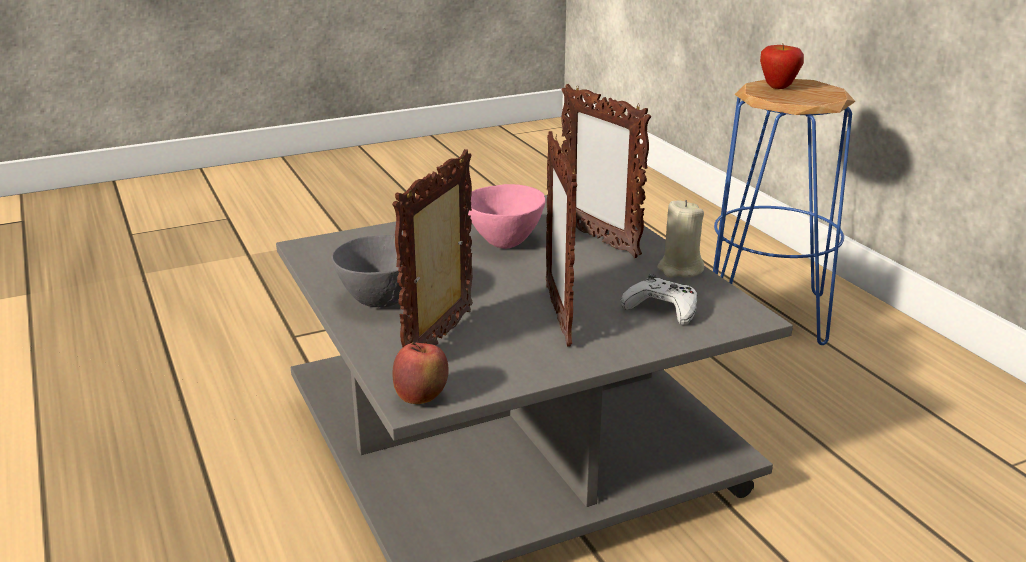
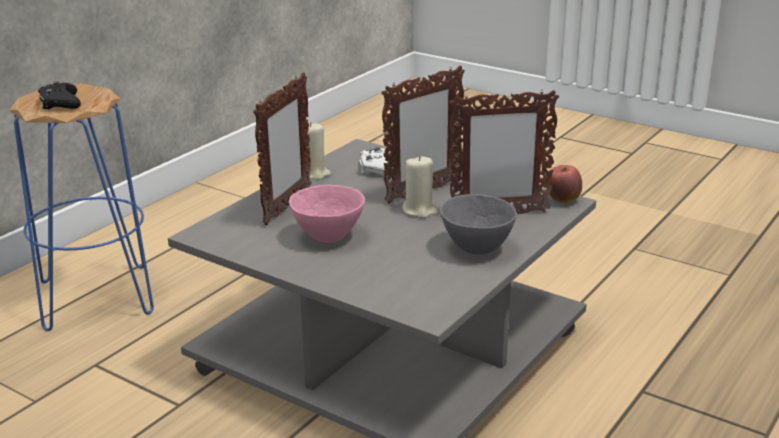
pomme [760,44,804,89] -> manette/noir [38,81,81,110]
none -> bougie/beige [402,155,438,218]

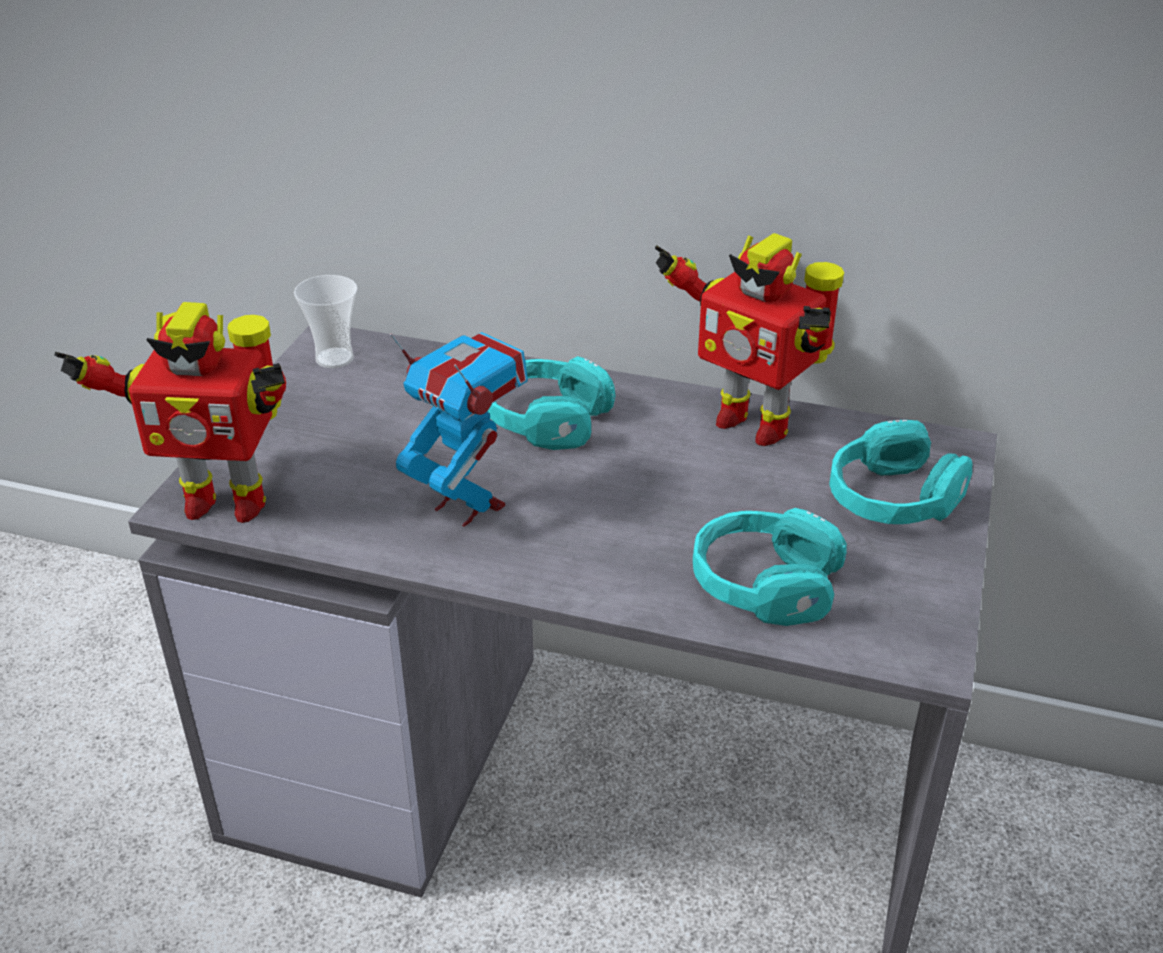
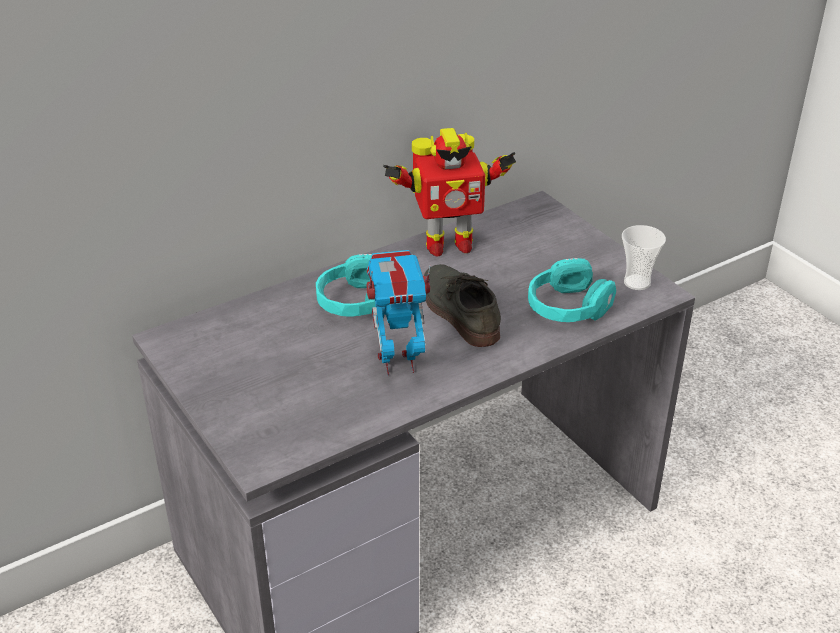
robot jouet [54,302,286,523] -> none
tasse [294,275,358,368] -> tasse [622,225,666,290], moved
casque audio/turquoise [829,420,972,524] -> none
none -> chaussure/gris [424,264,501,347]

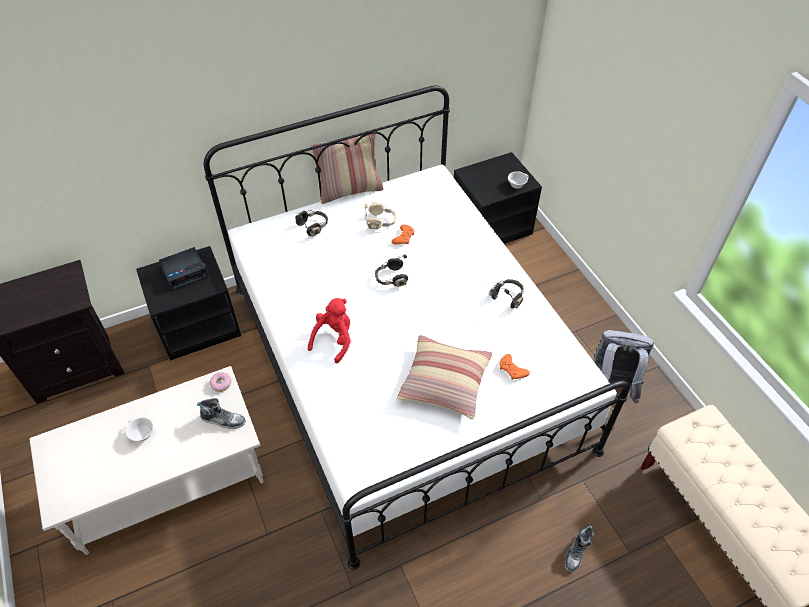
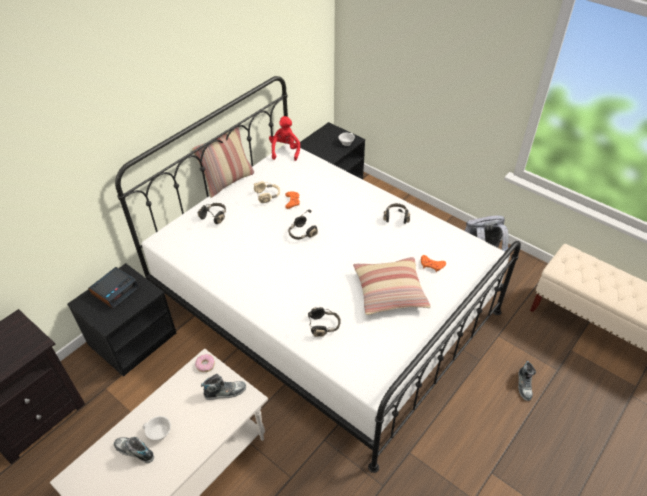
peluche/rouge [308,298,351,363] -> peluche/rouge [269,116,300,161], moved
none -> chaussure [114,437,154,463]
none -> casque audio/noir [308,307,341,337]

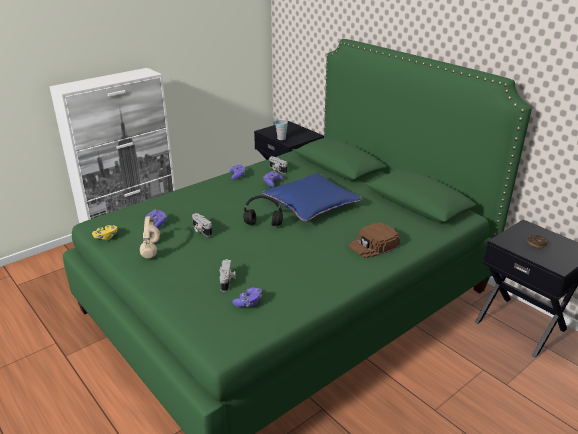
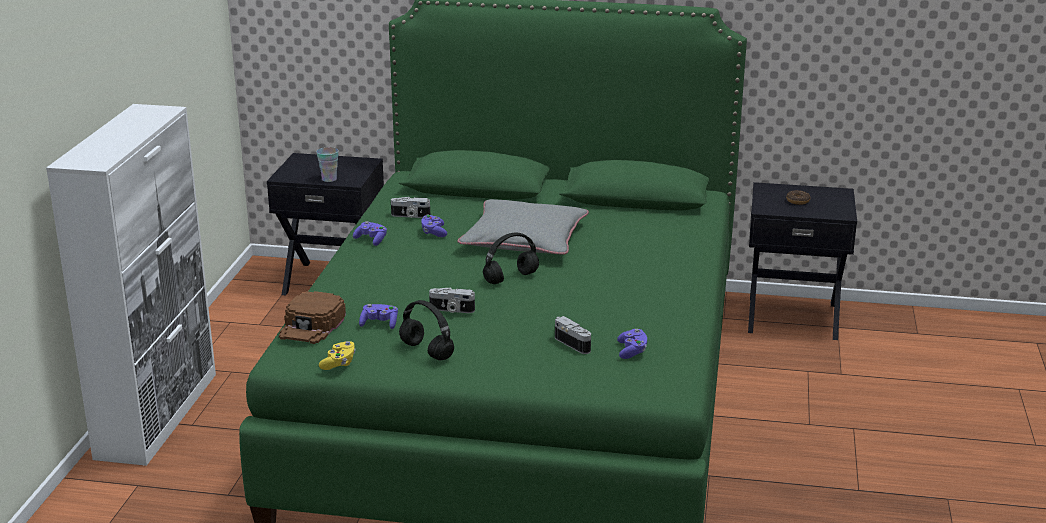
casque audio/beige [140,216,160,258] -> casque audio/noir [399,300,454,361]
coussin/bleu [262,173,362,221] -> coussin/gris [458,199,589,255]
casquette/marron [348,223,400,258] -> casquette/marron [279,291,346,344], moved

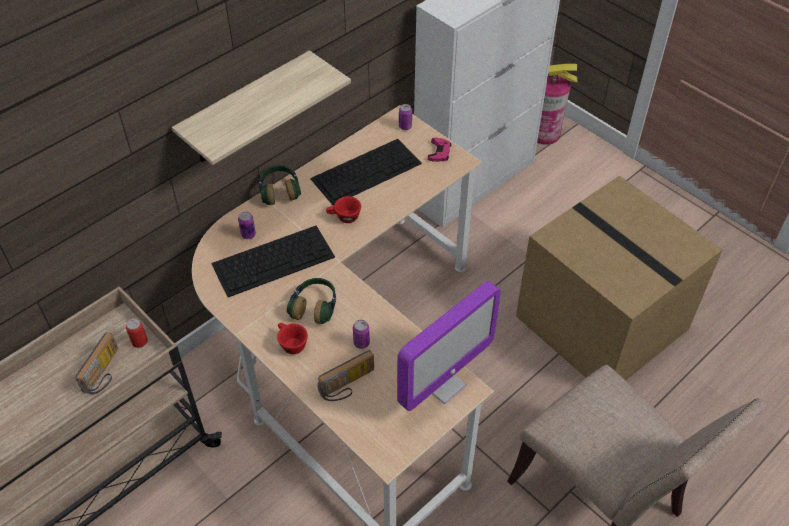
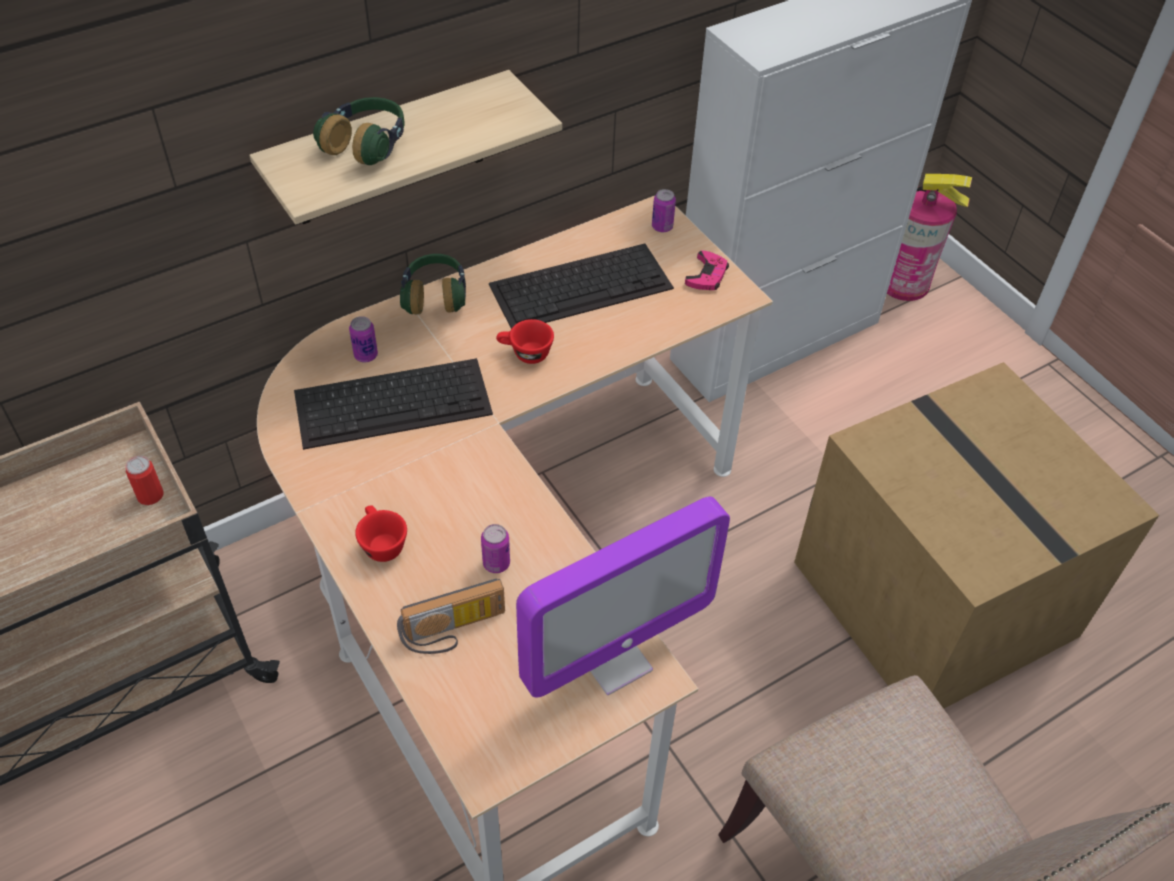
radio [75,332,118,394] -> none
casque audio [287,278,336,324] -> casque audio [313,97,405,165], moved

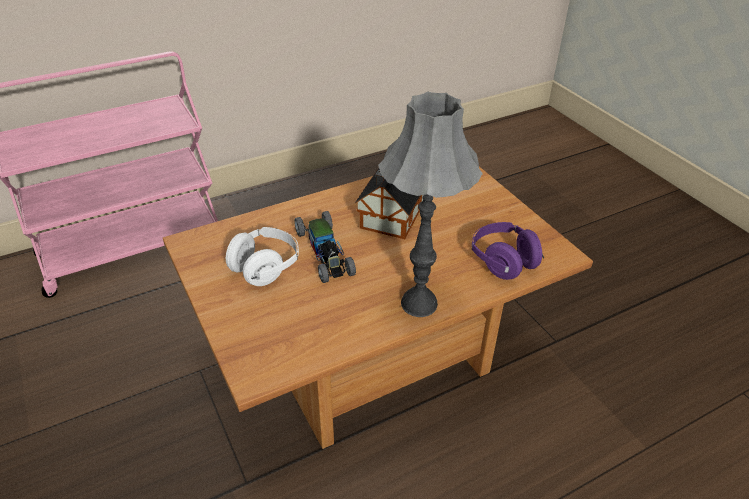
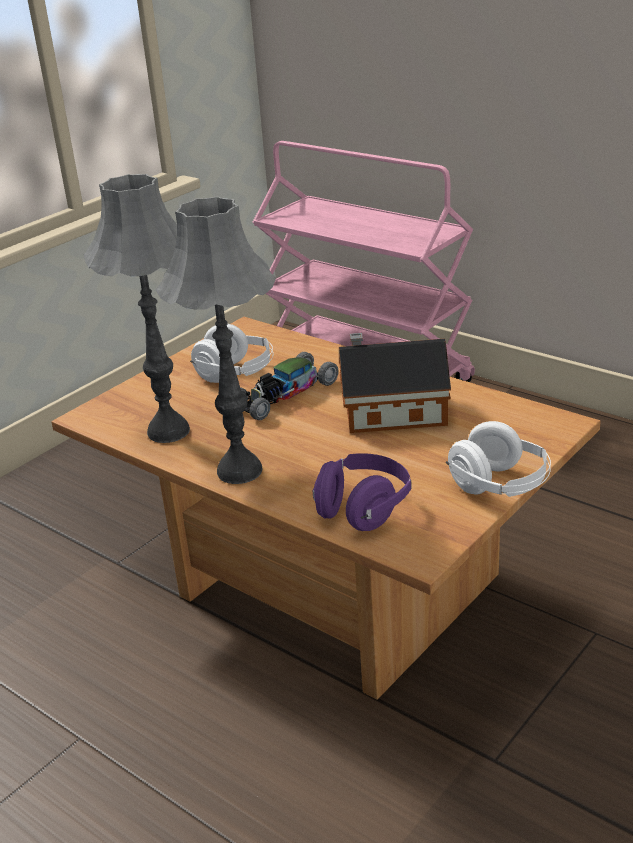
none -> lampe de table/gris [84,174,190,443]
none -> casque audio/blanc [446,421,551,497]

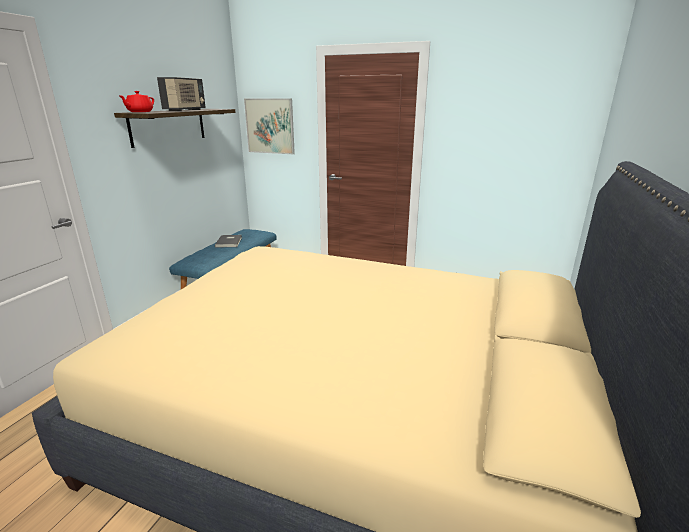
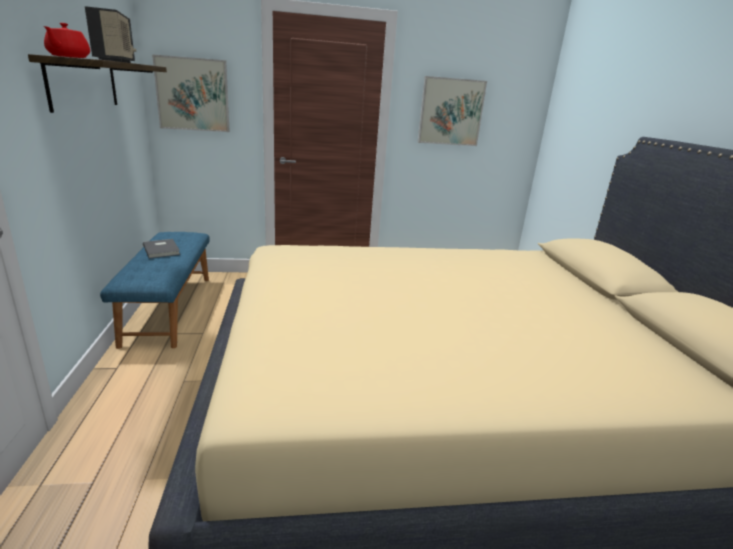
none -> tableau [418,76,487,146]

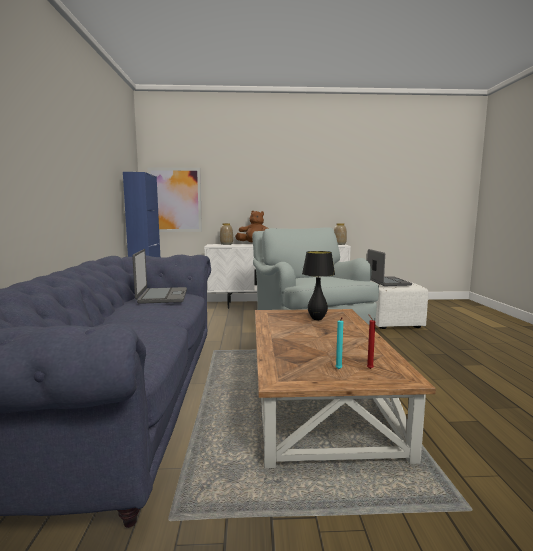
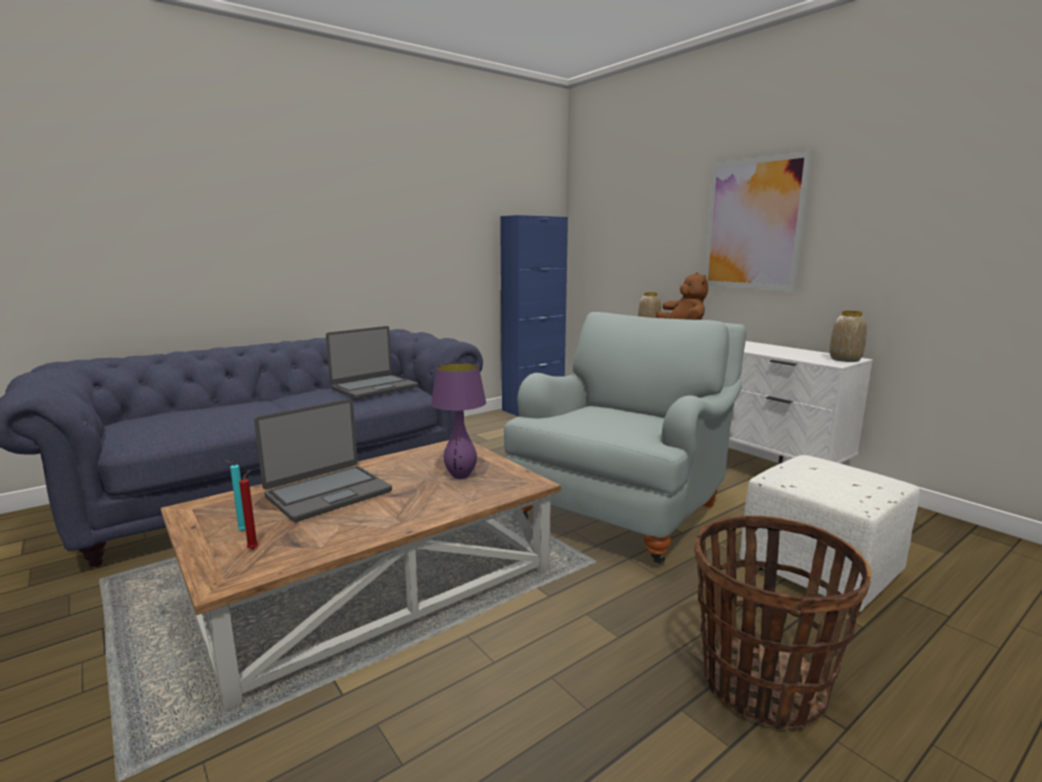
tableau [147,168,202,232] -> tableau [704,150,813,292], moved
lampe de table/noir [302,251,335,320] -> lampe de table/violet [431,363,486,479]
ordinateur portable [367,249,412,286] -> ordinateur portable [254,399,392,522], moved
none -> panier [694,515,872,730]

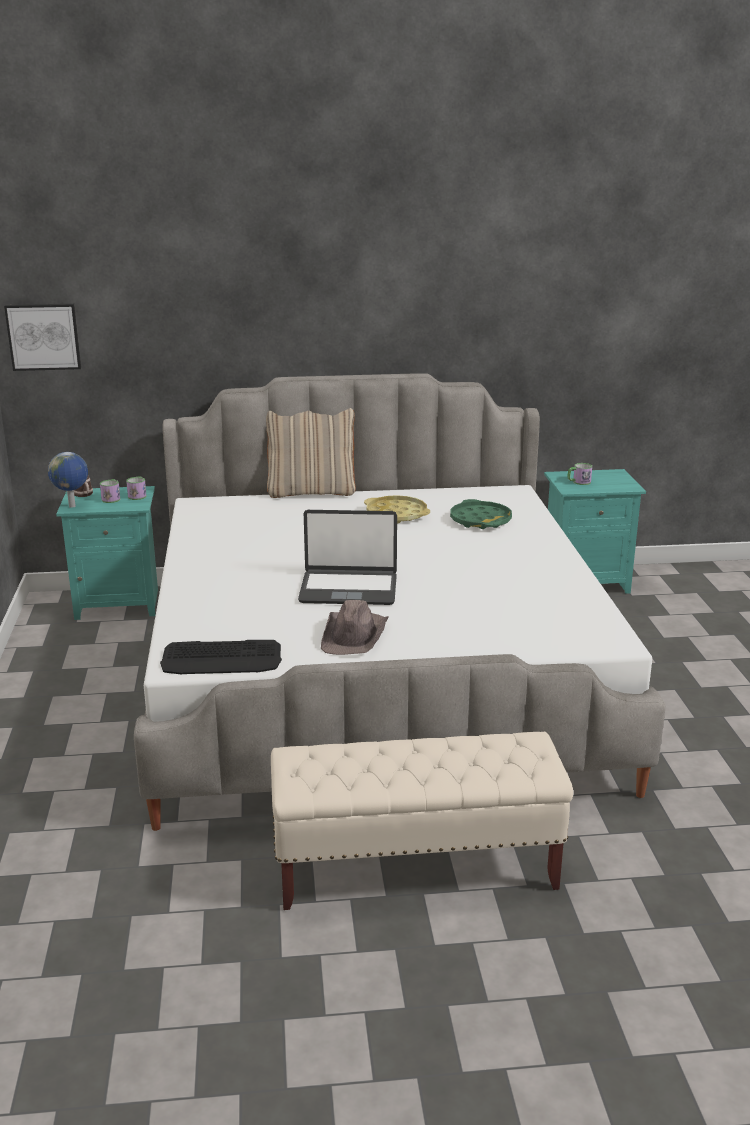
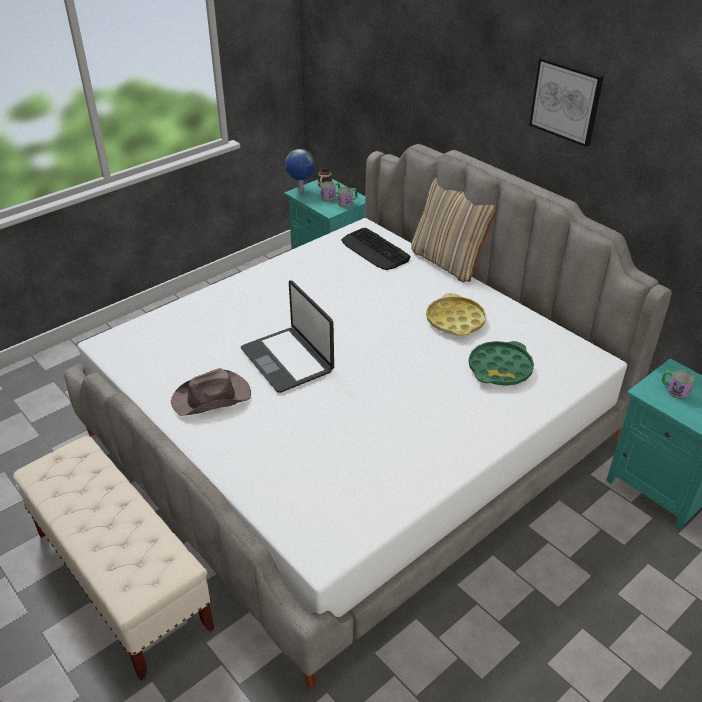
tableau [4,304,81,371] -> tableau [529,57,604,147], moved
clavier [160,640,282,675] -> clavier [341,228,411,270], moved

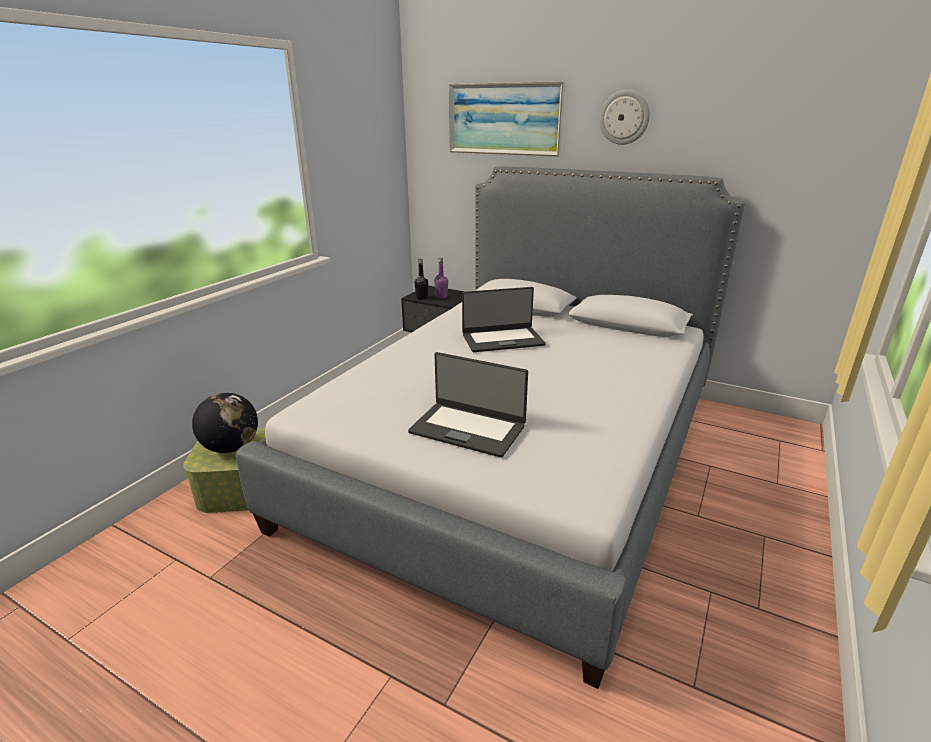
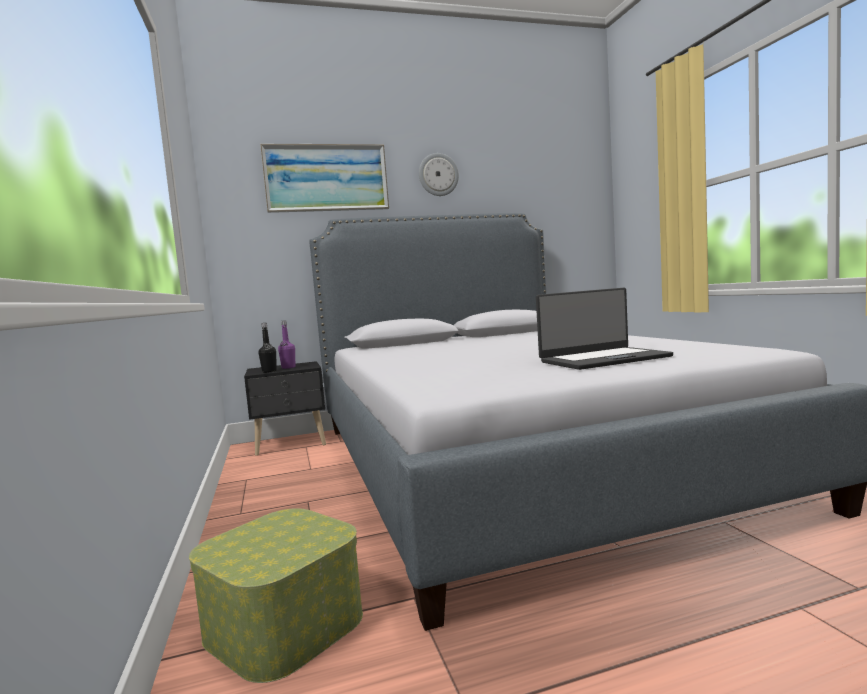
globe [192,392,258,453] -> none
ordinateur portable [462,287,546,352] -> none

